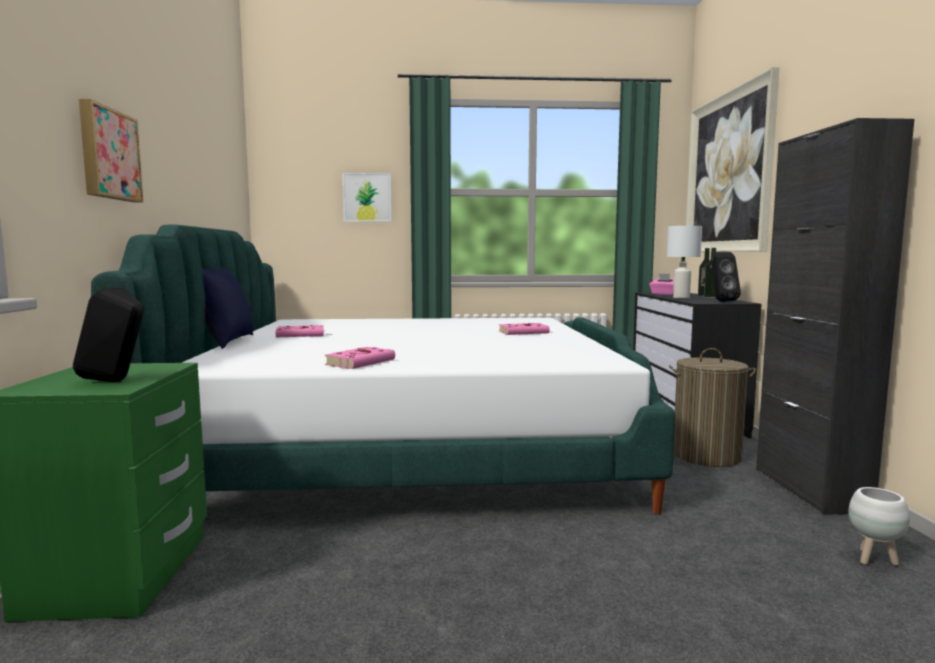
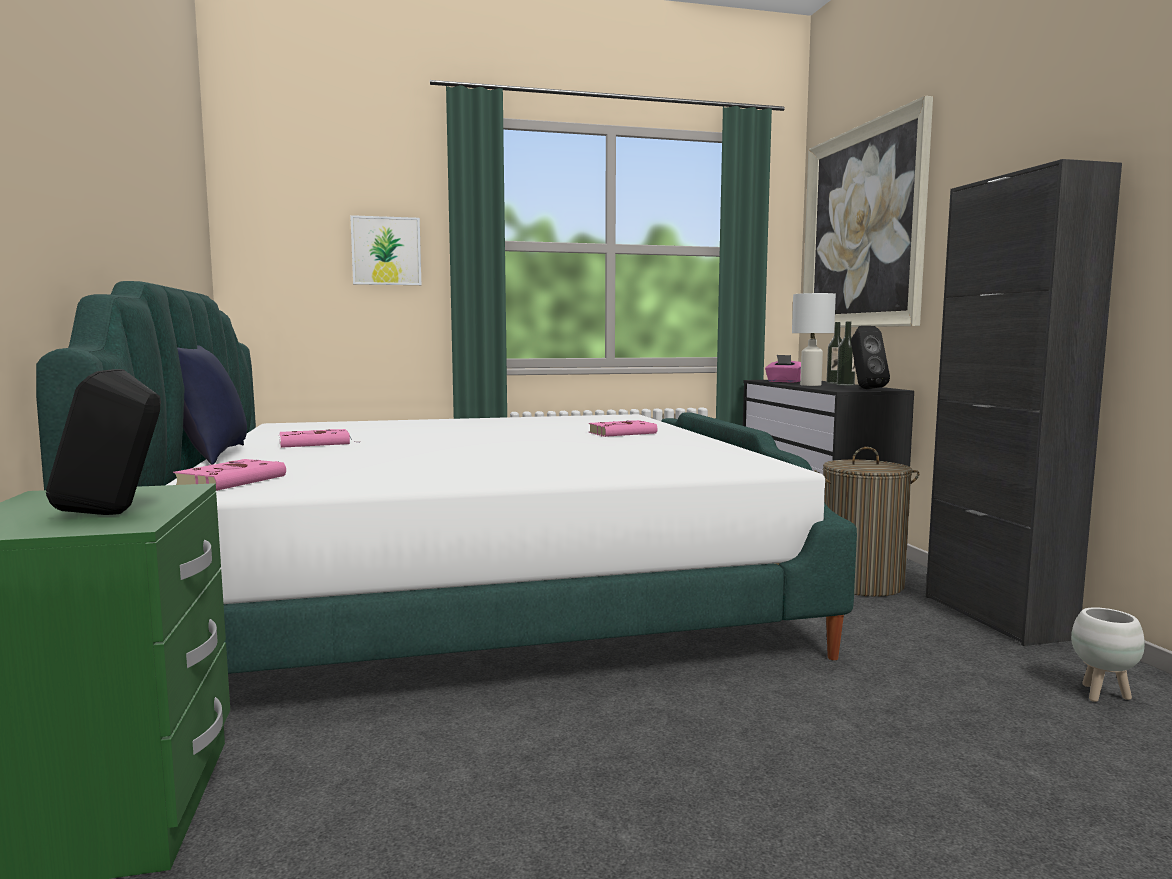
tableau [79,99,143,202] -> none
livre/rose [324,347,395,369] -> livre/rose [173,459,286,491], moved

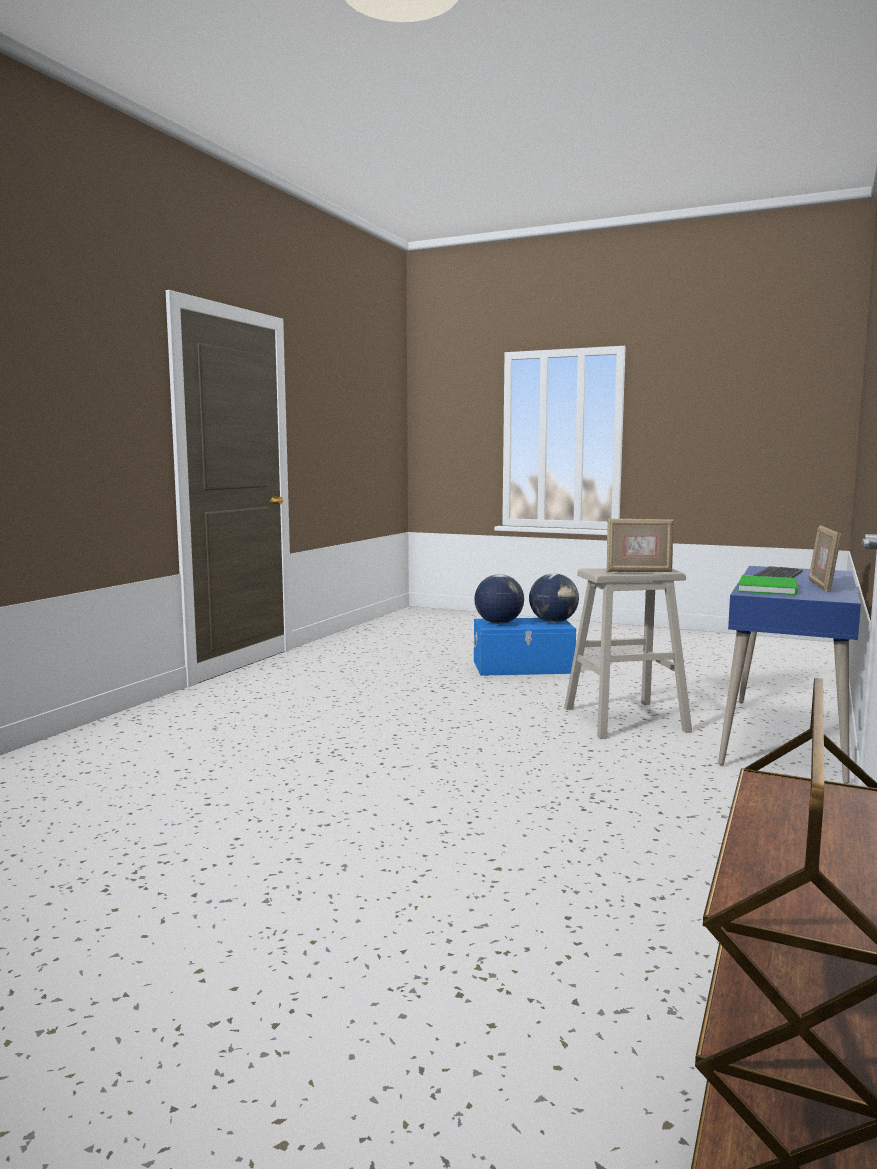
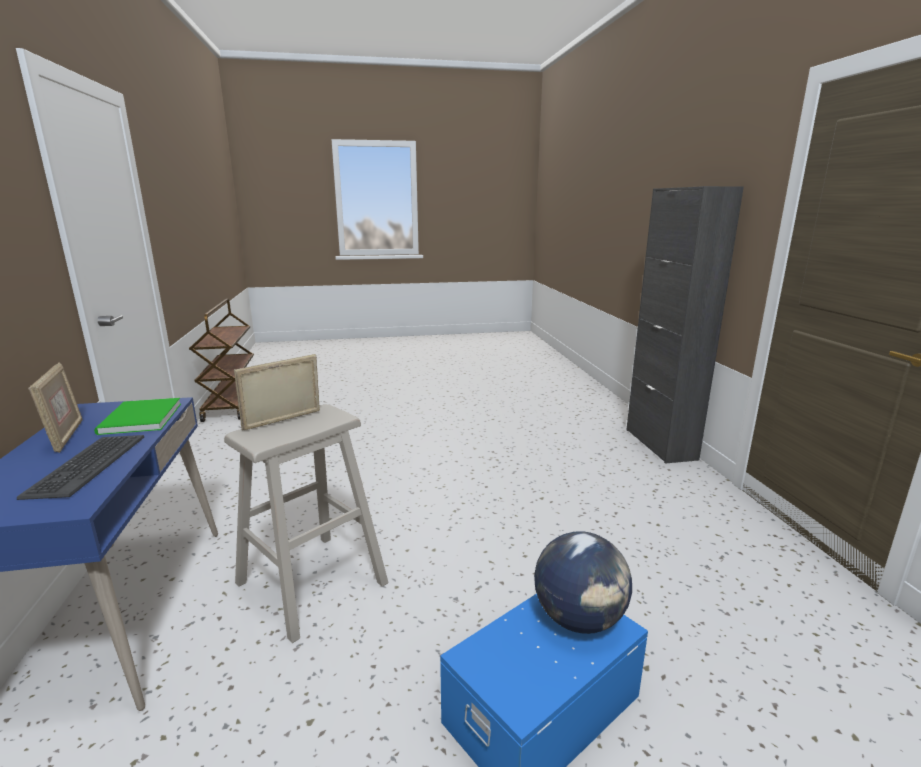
globe [529,573,579,623] -> none
none -> meuble de rangement/noir [626,186,744,464]

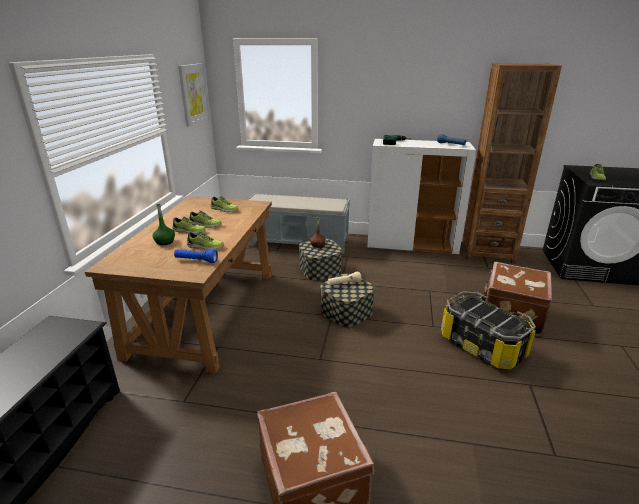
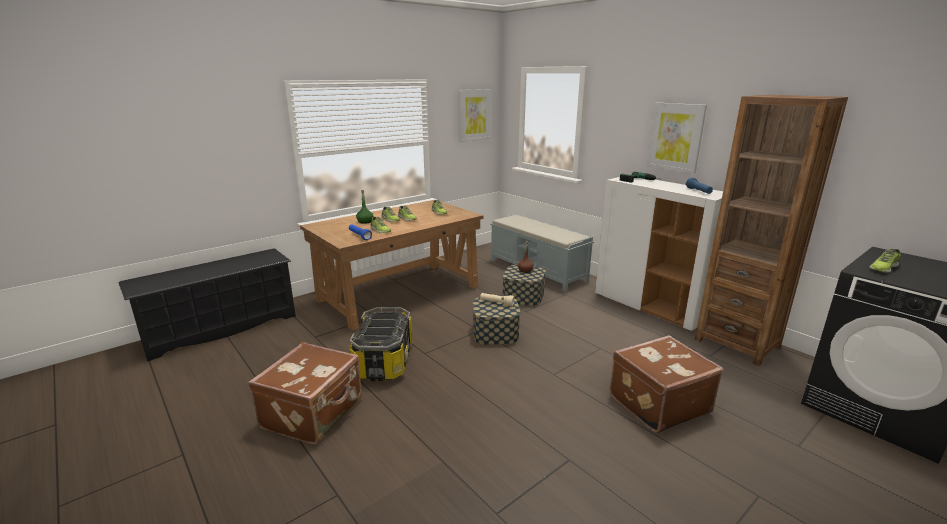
boîte de rangement [441,291,536,369] -> boîte de rangement [349,307,413,381], moved
none -> tableau [646,103,707,174]

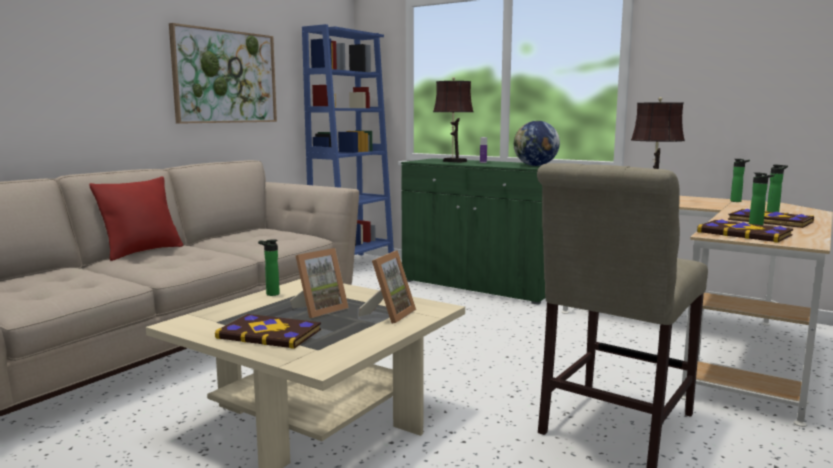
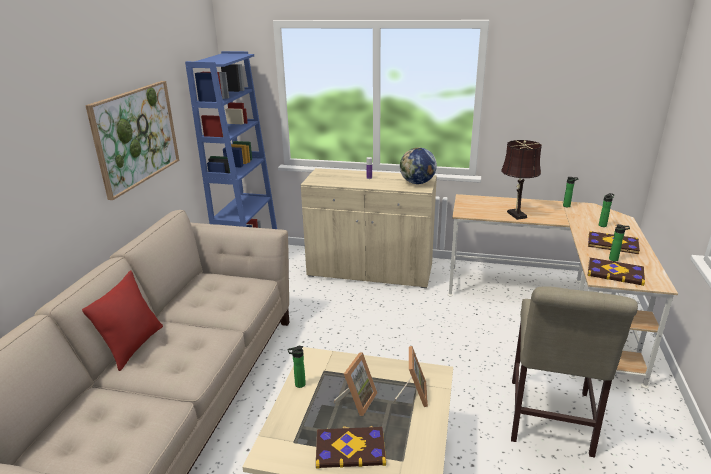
meuble de rangement/vert [401,158,546,305] -> meuble de rangement/beige [301,168,437,288]
lampe de table/marron [433,77,474,163] -> none

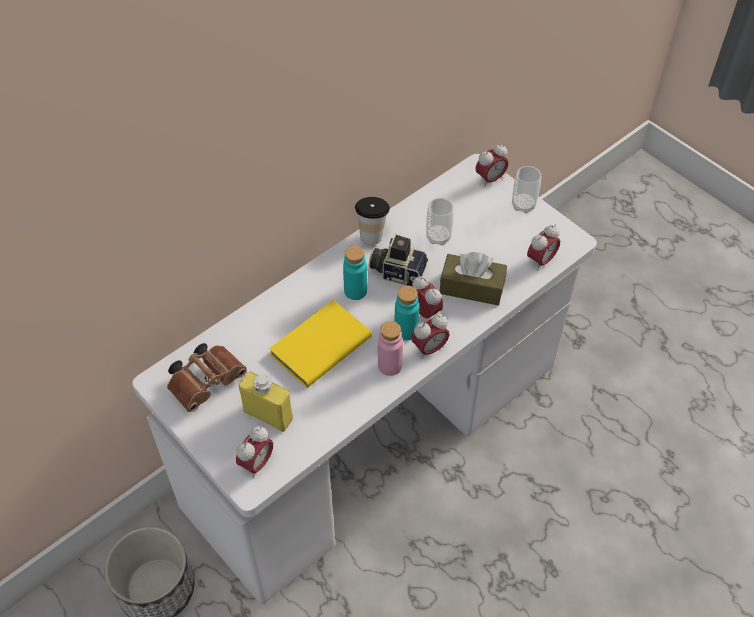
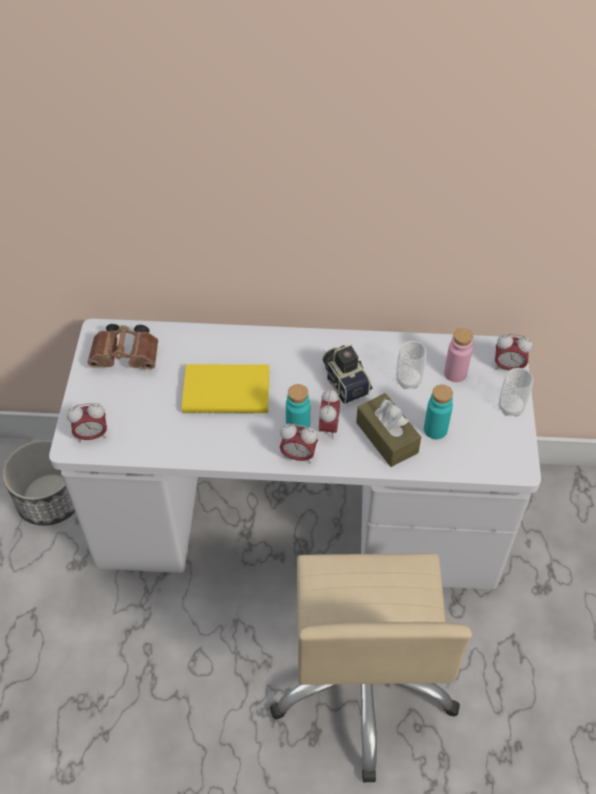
bouteille/jaune [239,372,293,432] -> none
bouteille/turquoise [343,246,367,300] -> bouteille/turquoise [424,385,453,439], moved
tasse [355,197,390,245] -> none
bouteille/rose [378,321,403,376] -> bouteille/rose [444,328,473,382], moved
réveil [527,225,560,271] -> none
none -> chaise de bureau/beige [270,554,472,782]

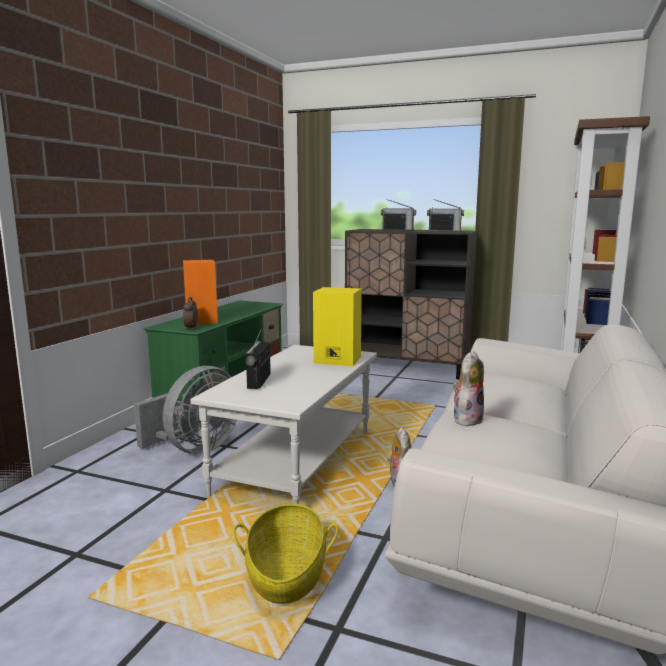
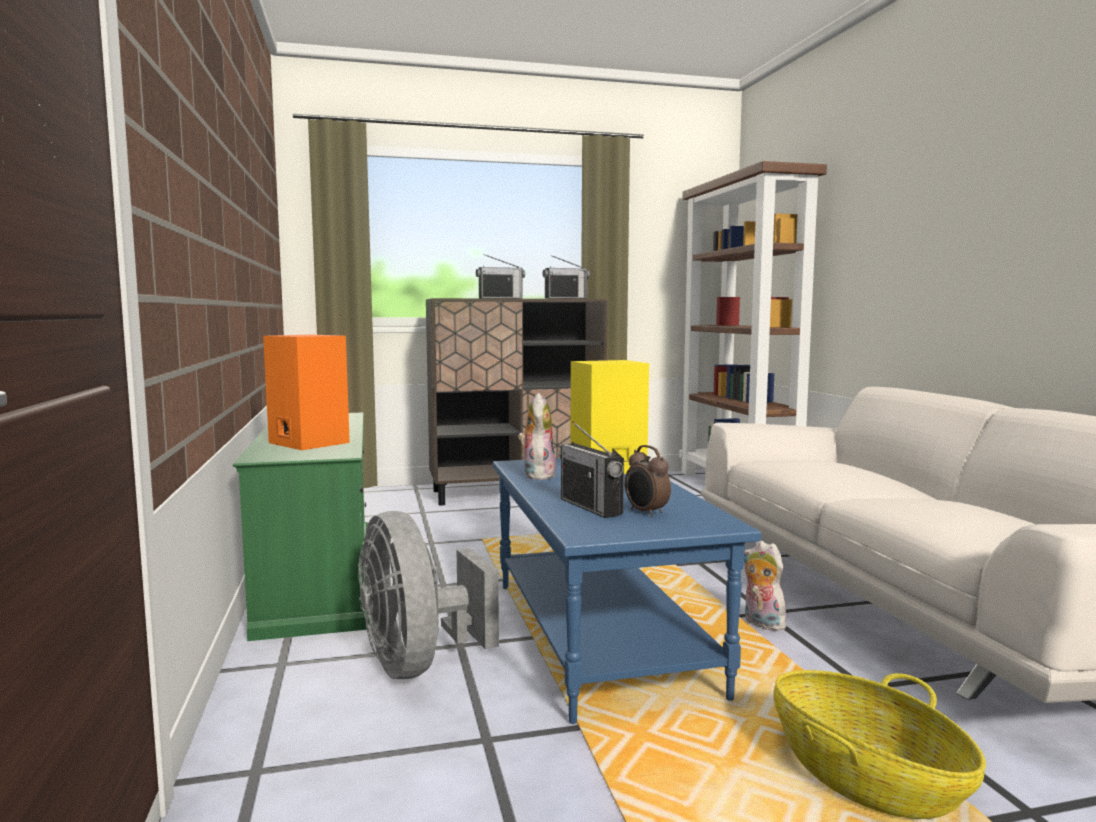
ventilateur/gris [134,366,237,454] -> ventilateur/gris [358,511,499,679], 150 degrees clockwise
réveil [183,297,198,330] -> réveil [625,445,671,517], moved
table basse/blanc [190,345,377,504] -> table basse/bleu [493,458,761,724]
peluche [453,351,484,426] -> peluche [518,393,556,480], moved

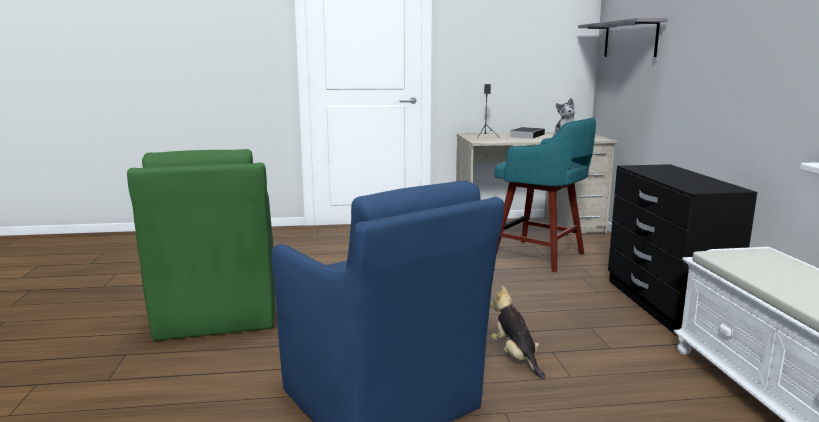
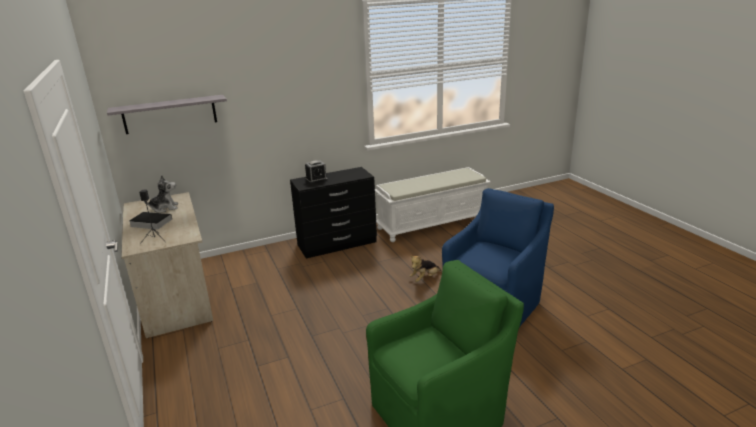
tabouret/turquoise [495,117,596,272] -> none
none -> réveil [305,160,328,183]

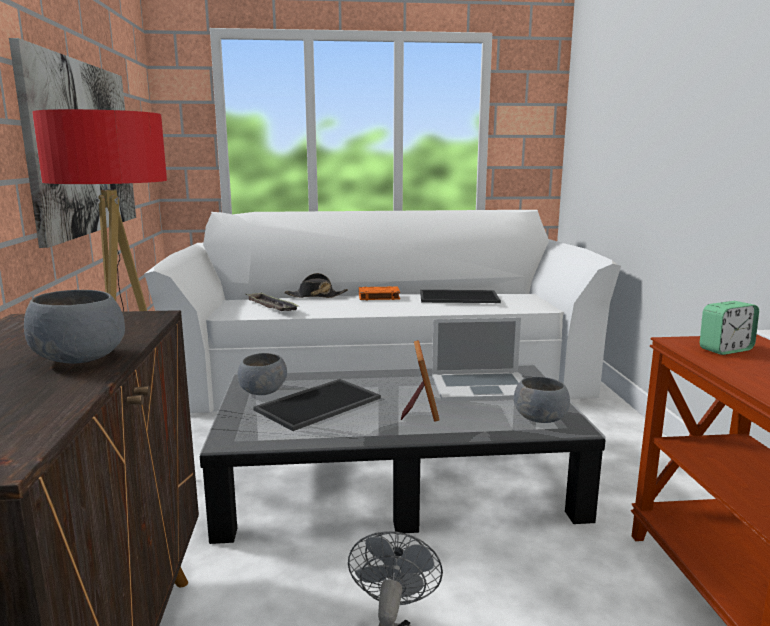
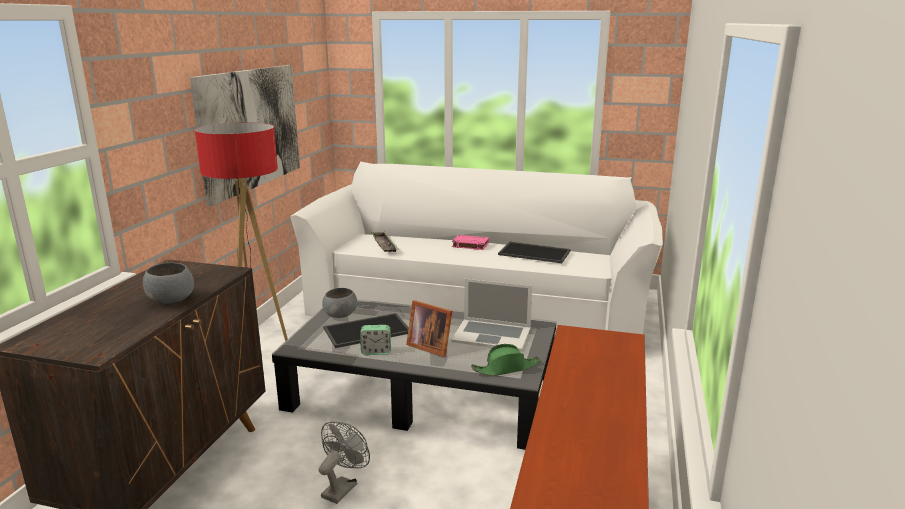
chapeau/noir [284,273,348,298] -> none
livre/orange [359,286,400,300] -> livre/rose [452,235,489,250]
cadre photo [401,340,440,422] -> cadre photo [406,300,452,357], 105 degrees clockwise
bol/gris [514,376,570,423] -> chapeau/vert [471,344,540,376]
réveil [700,301,759,355] -> réveil [360,325,391,355], moved

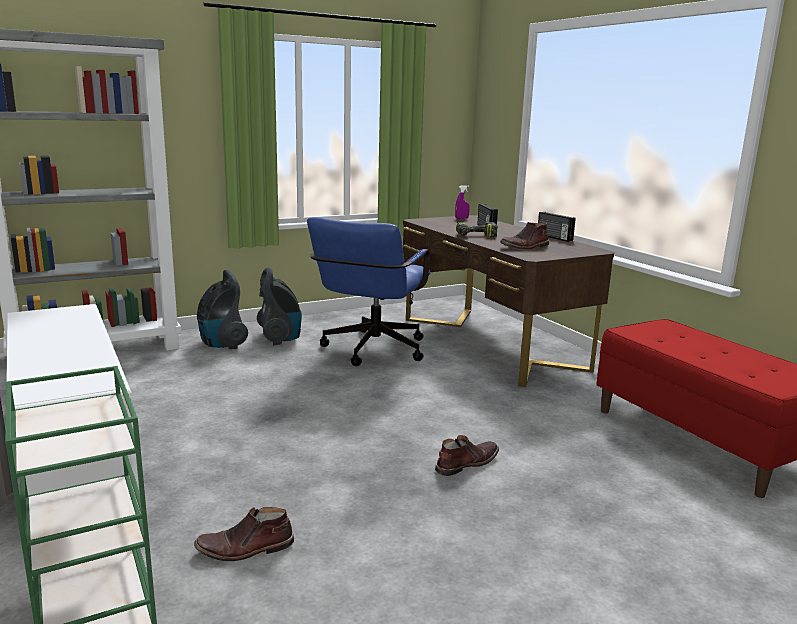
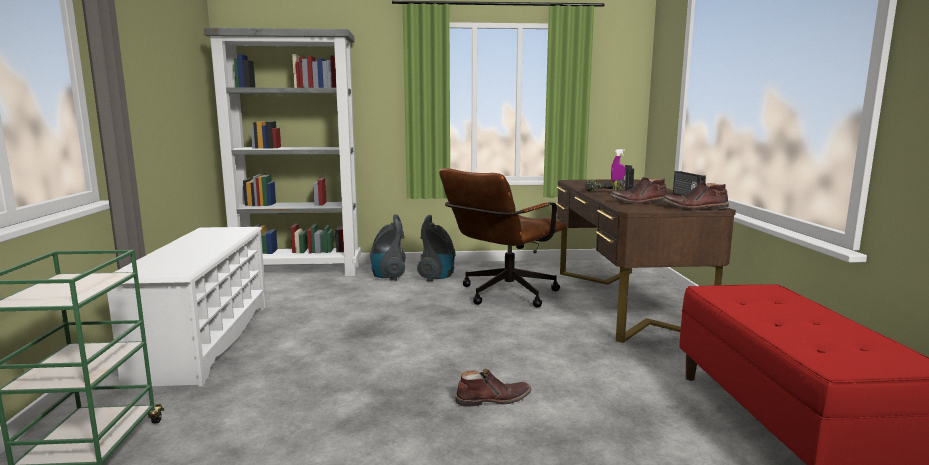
botte/marron [194,507,294,561] -> botte/marron [662,181,729,210], moved
chaise de bureau/bleu [307,217,430,366] -> chaise de bureau/marron [439,168,566,308]

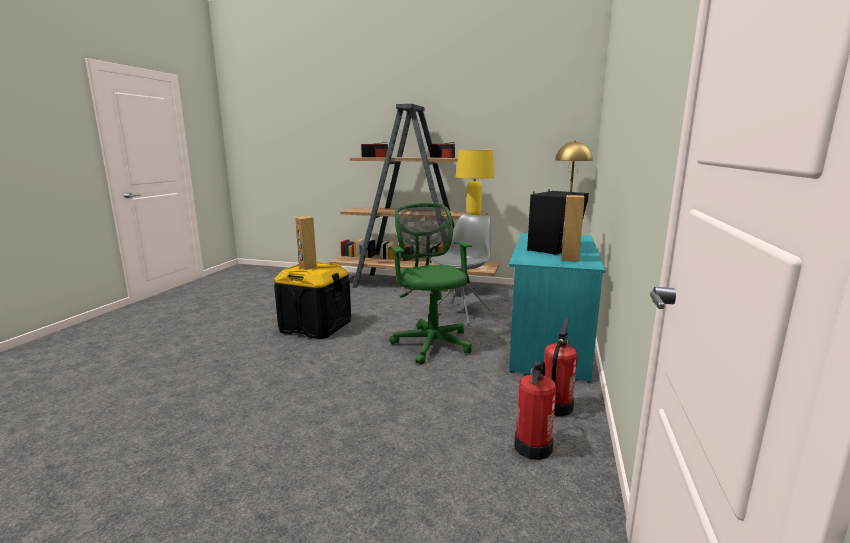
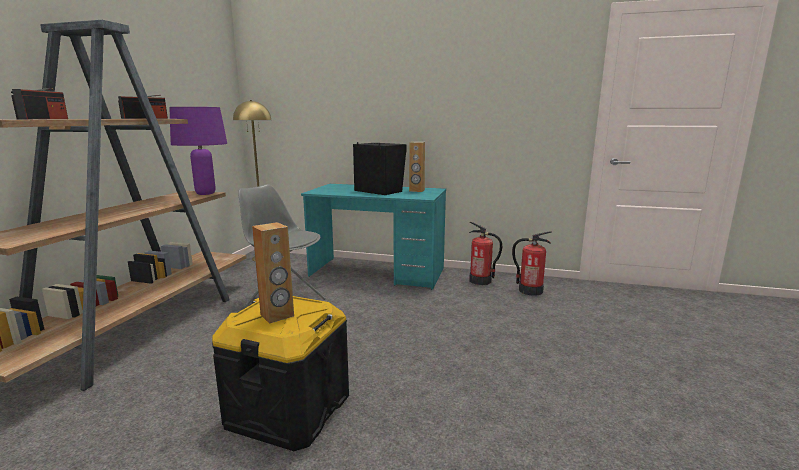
chaise de bureau/vert [389,203,472,365] -> none
lampe de table/jaune [456,150,494,215] -> lampe de table/violet [169,107,227,195]

